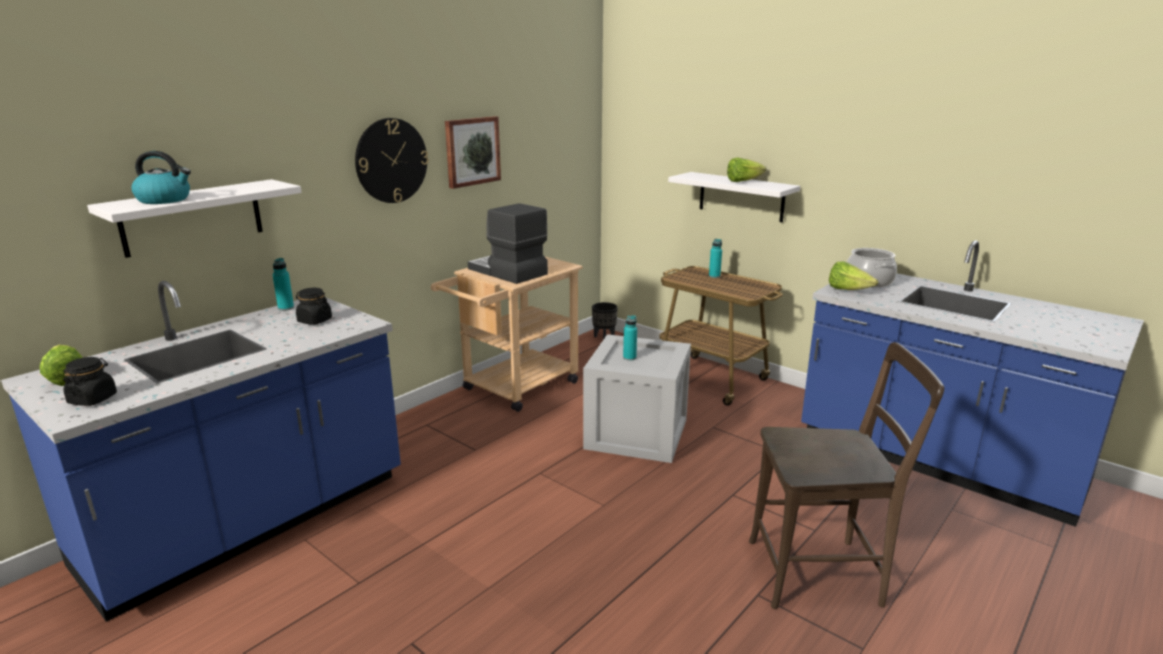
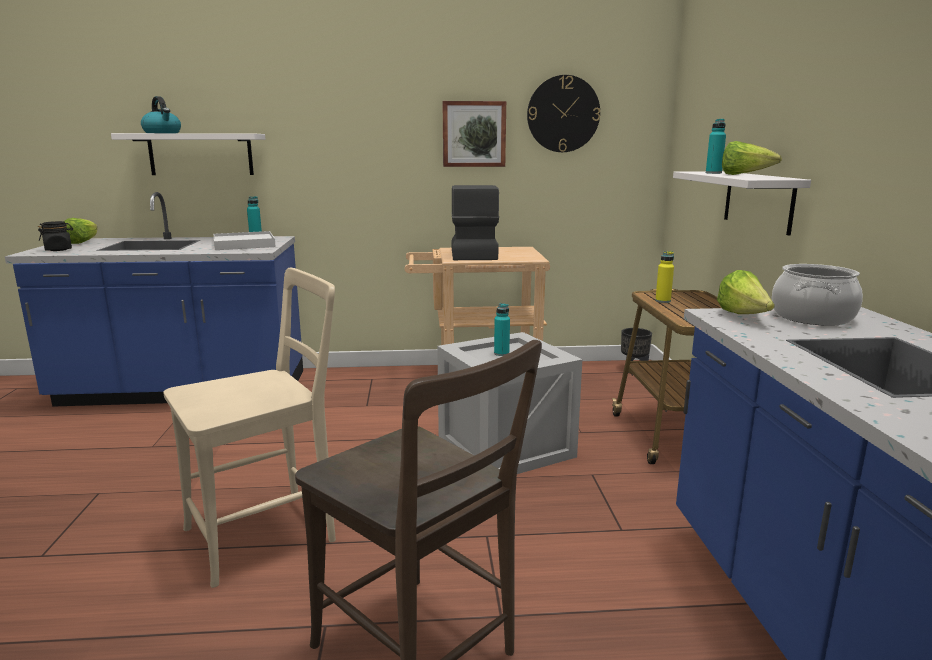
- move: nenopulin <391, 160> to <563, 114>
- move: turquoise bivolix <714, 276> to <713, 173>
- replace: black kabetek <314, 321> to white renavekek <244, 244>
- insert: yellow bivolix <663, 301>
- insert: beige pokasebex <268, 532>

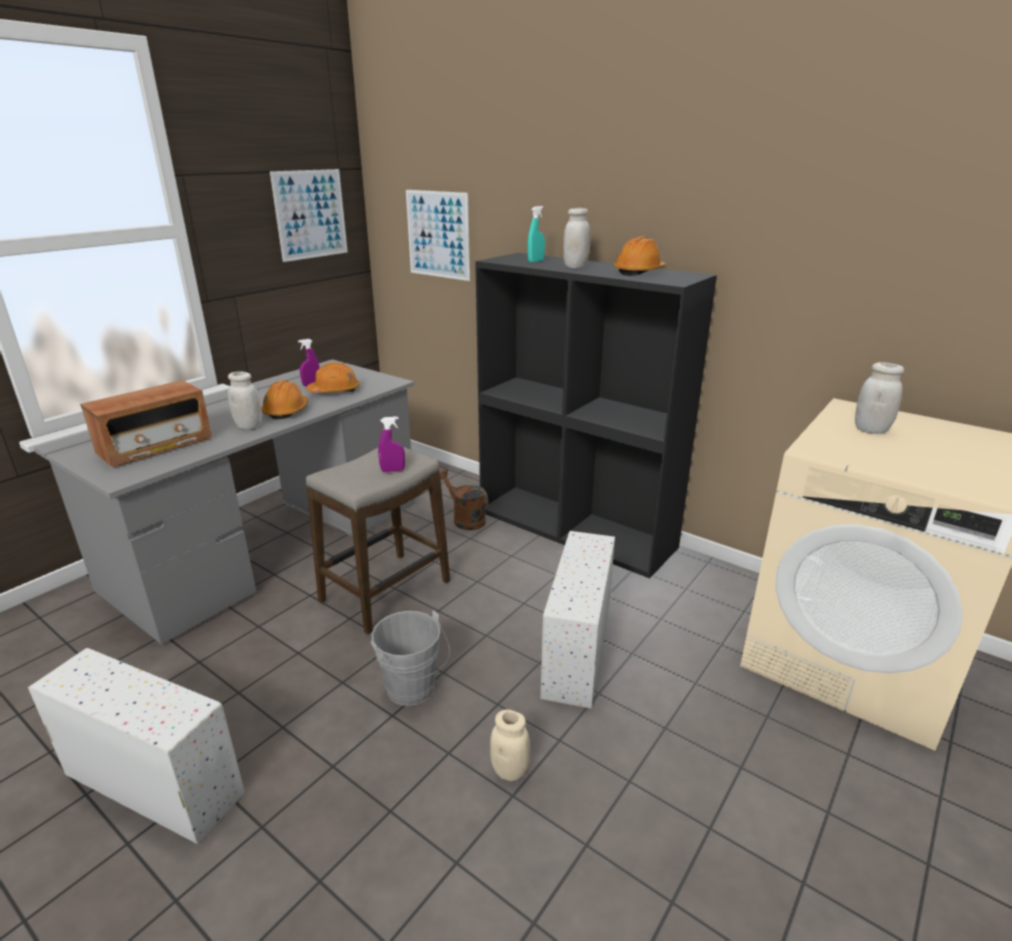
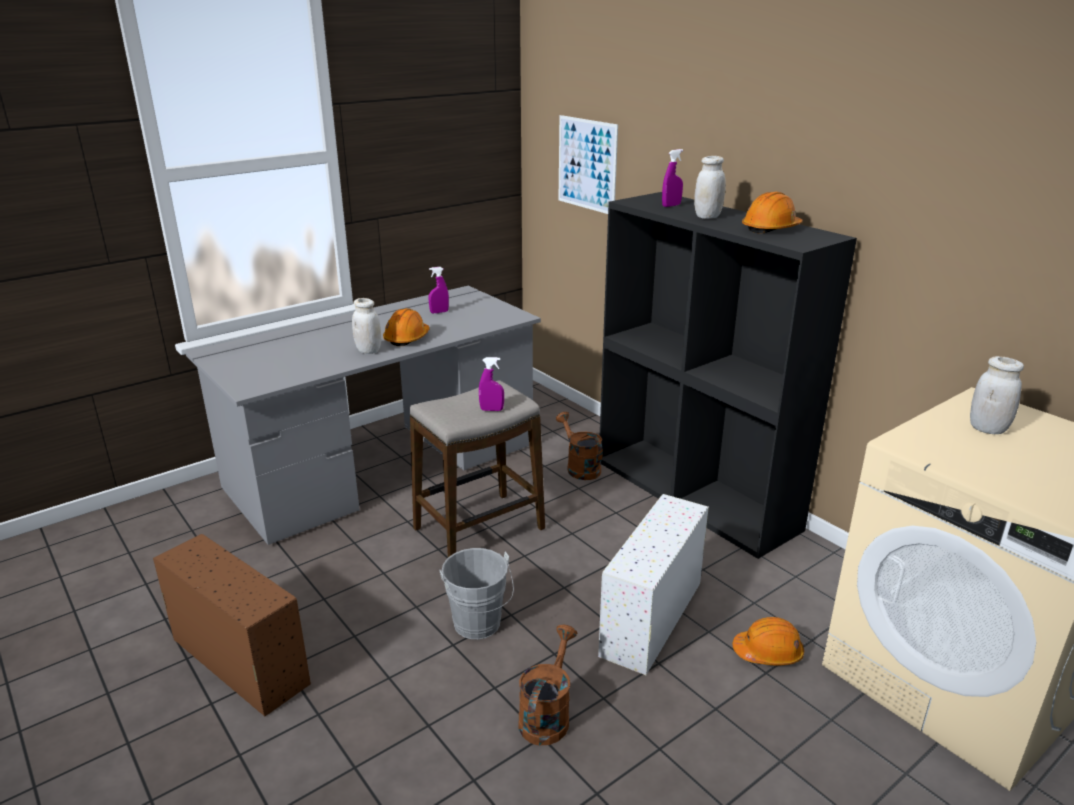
- delete: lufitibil <311, 214>
- recolor: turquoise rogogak <536, 261> to purple rogogak <671, 205>
- move: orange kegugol <335, 391> to <768, 652>
- delete: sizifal <156, 447>
- recolor: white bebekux <151, 782> to brown bebekux <238, 660>
- replace: beige kabetek <510, 770> to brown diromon <547, 715>

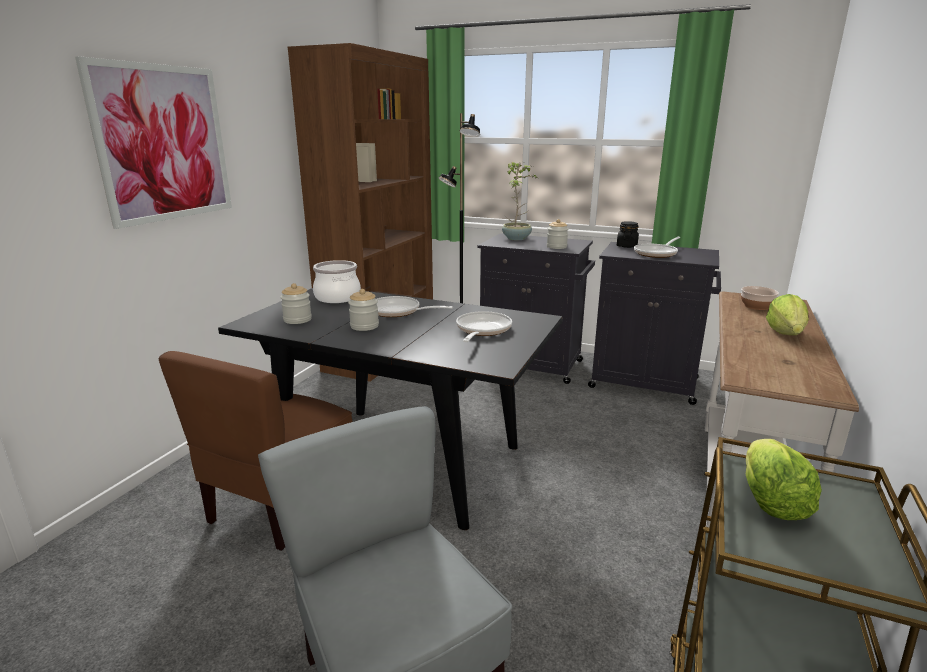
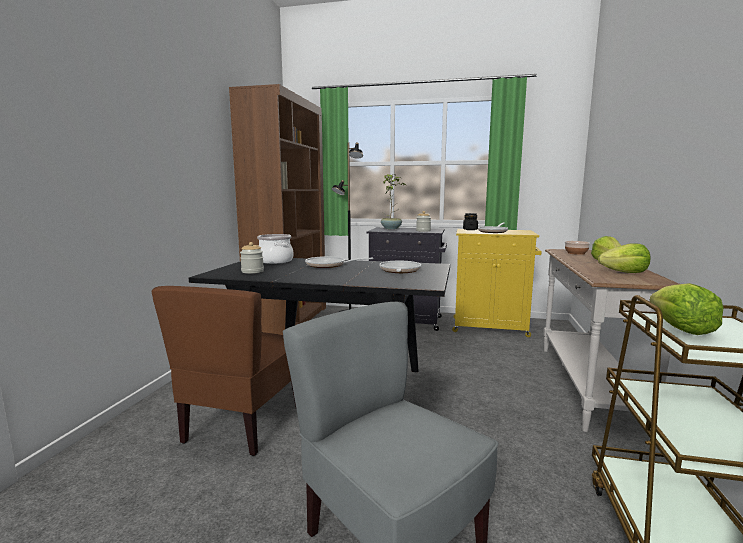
- delete: lufitibil <164, 143>
- recolor: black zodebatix <646, 383> to yellow zodebatix <491, 327>
- delete: kabetek <364, 326>
- insert: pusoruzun <625, 272>

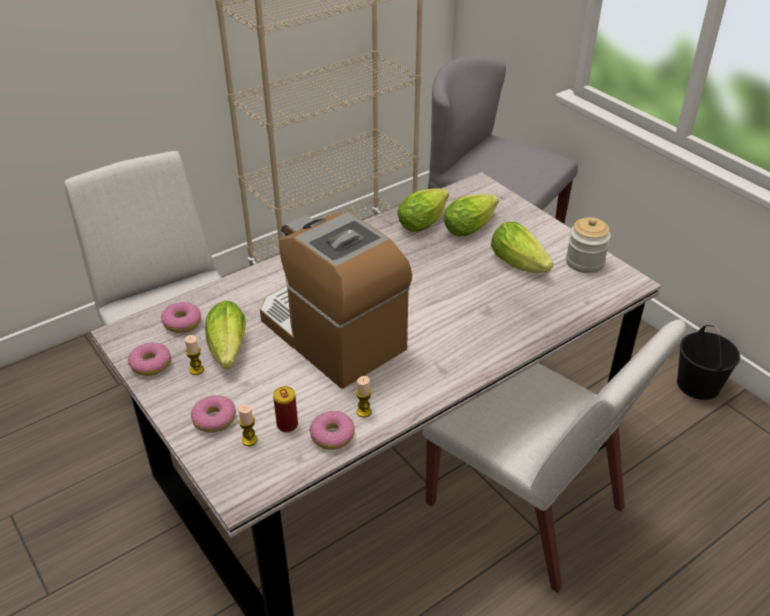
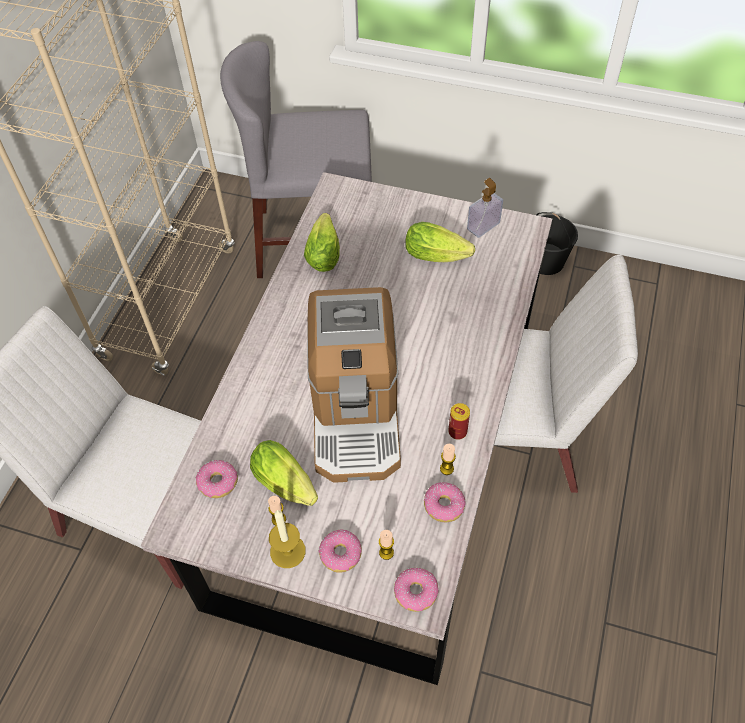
- delete: pusoruzun <472, 225>
- rotate: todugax <331, 334> = <355, 414> 105 degrees counterclockwise
- replace: kabetek <584, 262> to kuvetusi <483, 226>
- move: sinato <150, 365> to <415, 592>
- move: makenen <287, 425> to <457, 432>
- insert: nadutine <287, 551>

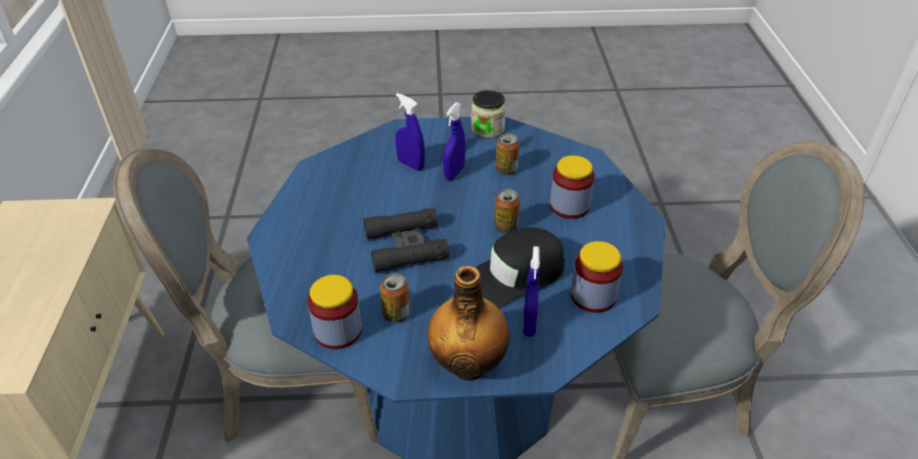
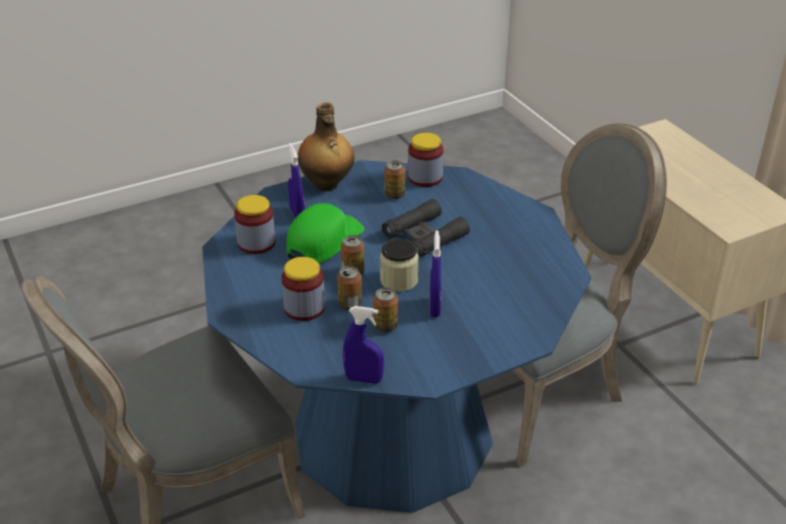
- move: kabetek <487, 128> to <399, 280>
- move: blue rogogak <411, 165> to <363, 379>
- recolor: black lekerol <515, 275> to green lekerol <323, 240>
- insert: makenen <350, 304>

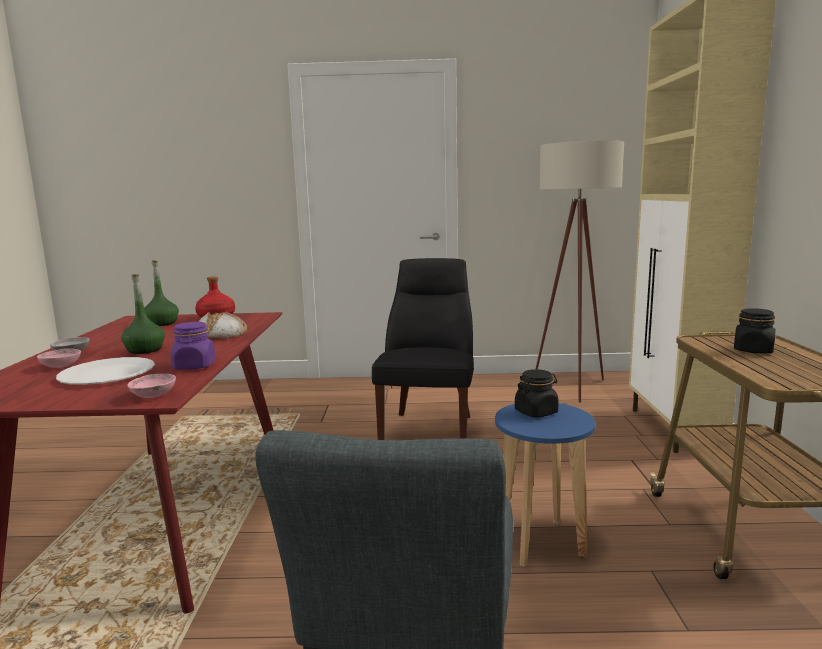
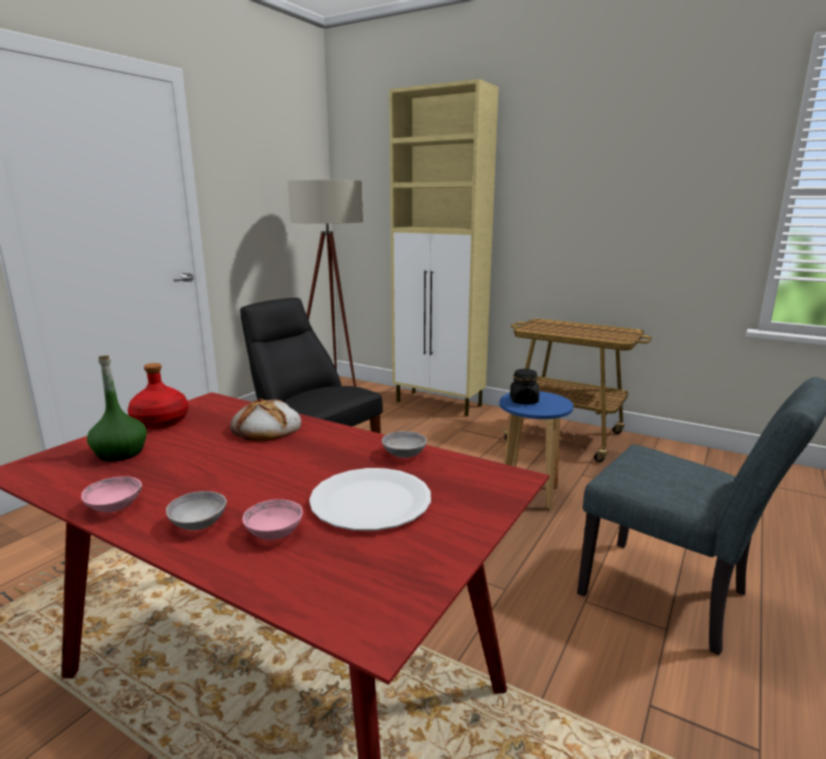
- delete: green bivolix <145, 350>
- delete: black kabetek <753, 350>
- replace: purple kabetek <194, 366> to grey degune <404, 454>
- move: pink degune <154, 395> to <114, 507>

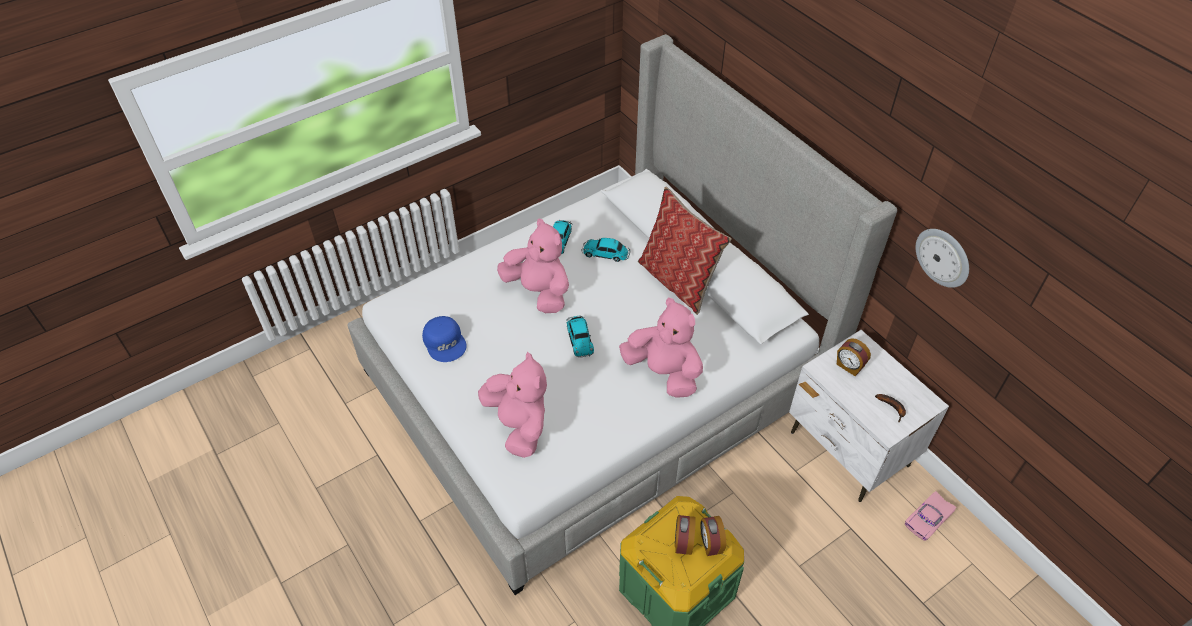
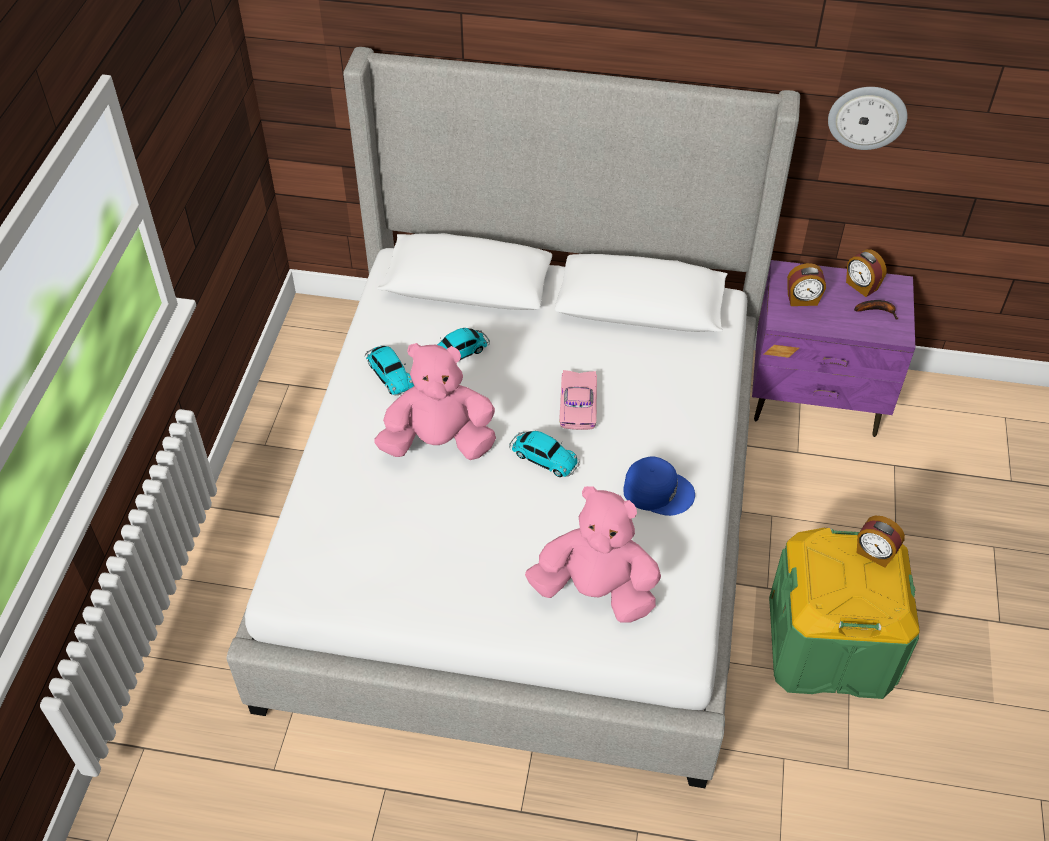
- delete: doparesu <678, 281>
- delete: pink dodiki <663, 372>
- move: blue lekerol <445, 342> to <658, 490>
- recolor: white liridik <849, 450> to purple liridik <816, 398>
- move: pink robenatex <929, 520> to <580, 405>
- move: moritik <683, 542> to <861, 286>

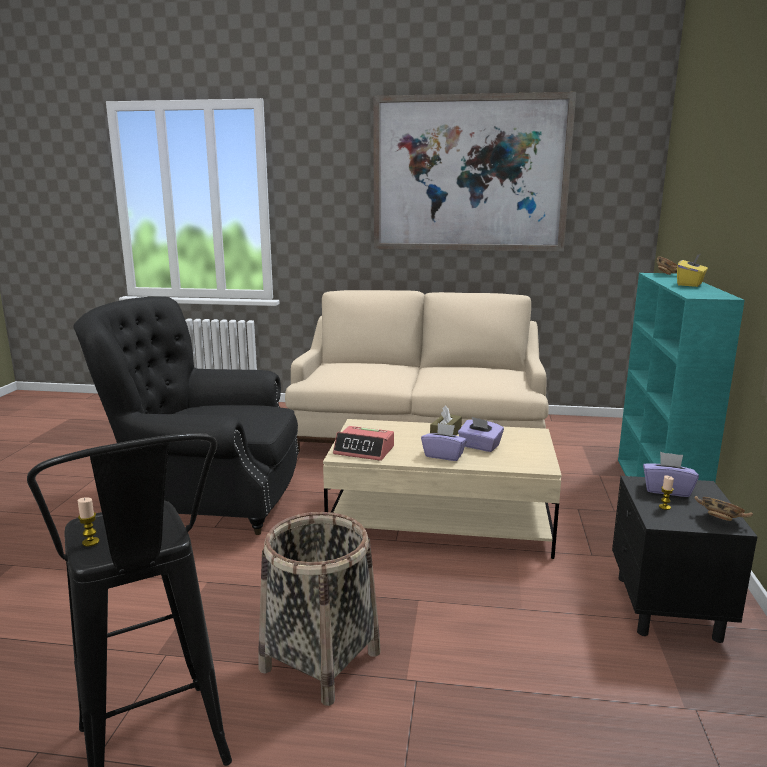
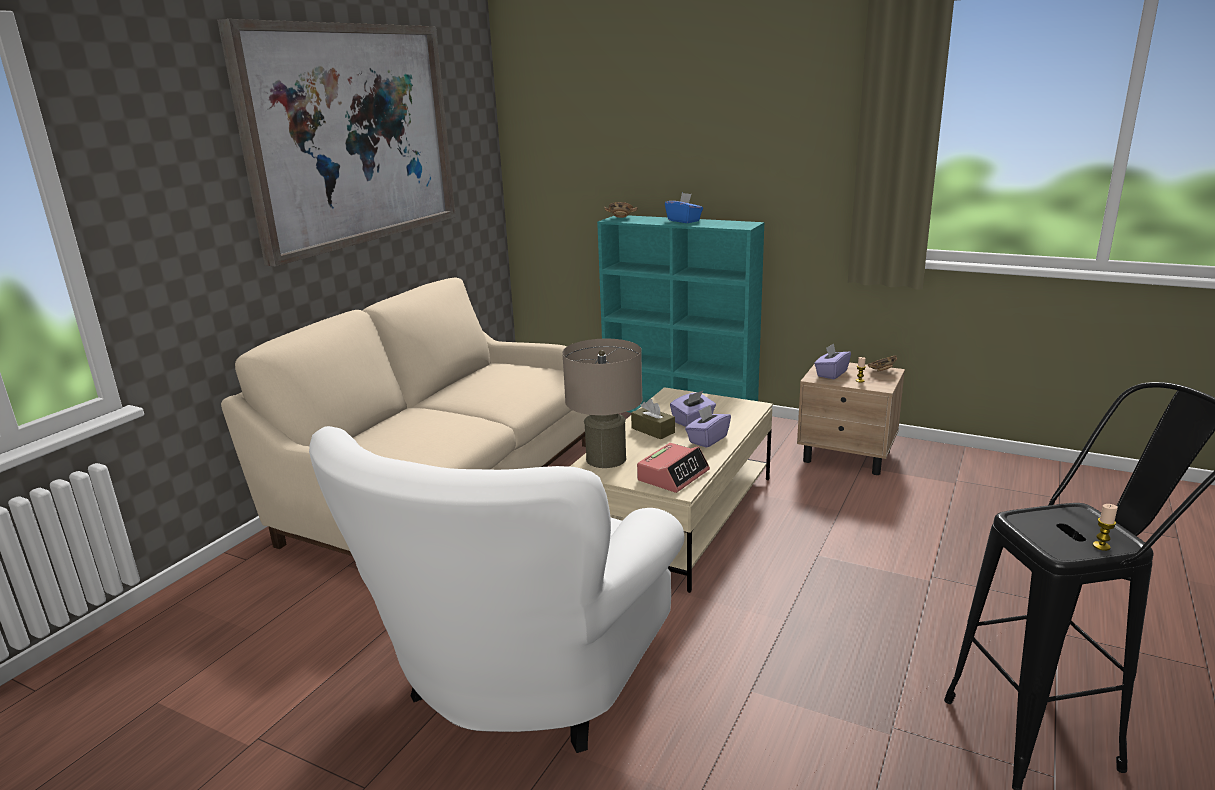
- recolor: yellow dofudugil <690, 284> to blue dofudugil <684, 221>
- recolor: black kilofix <206, 500> to white kilofix <521, 685>
- recolor: black liridik <667, 608> to beige liridik <847, 457>
- delete: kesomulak <320, 661>
- insert: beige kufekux <606, 458>

